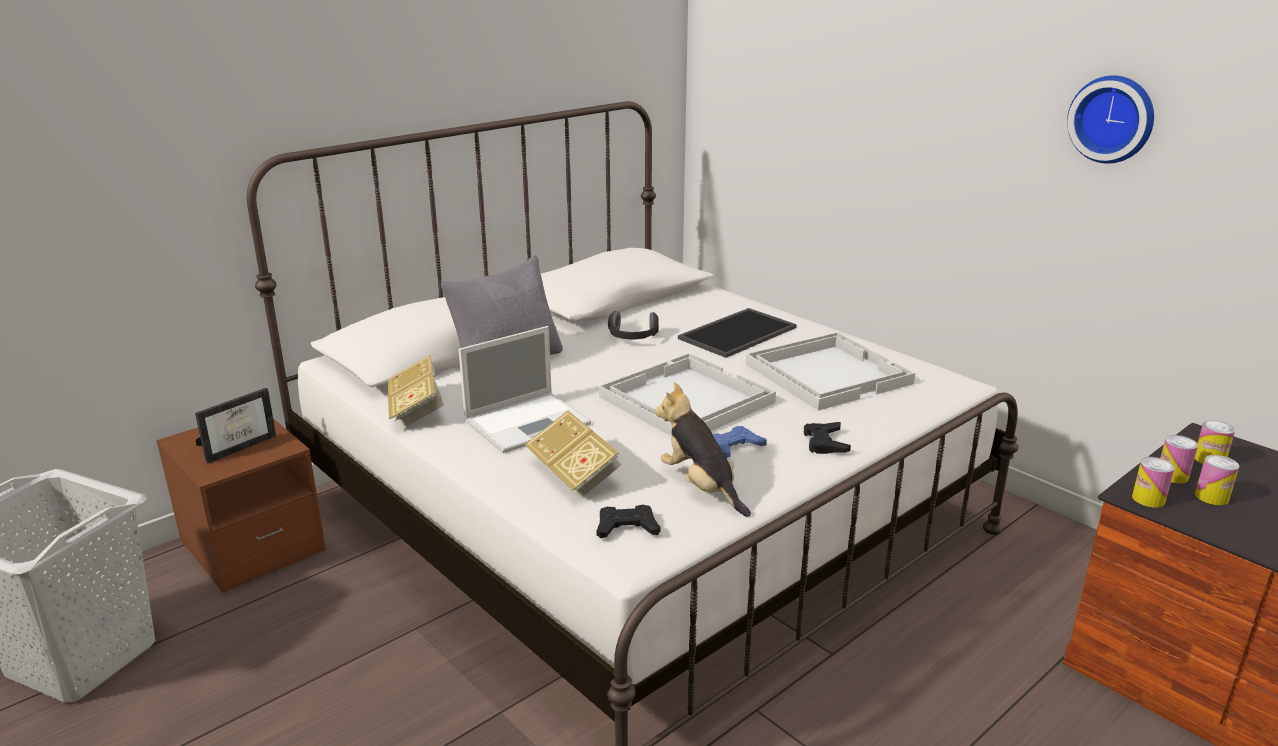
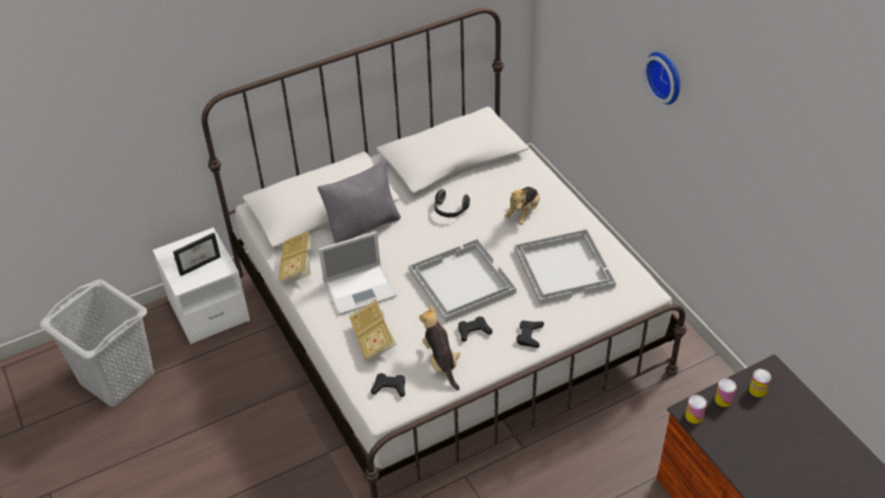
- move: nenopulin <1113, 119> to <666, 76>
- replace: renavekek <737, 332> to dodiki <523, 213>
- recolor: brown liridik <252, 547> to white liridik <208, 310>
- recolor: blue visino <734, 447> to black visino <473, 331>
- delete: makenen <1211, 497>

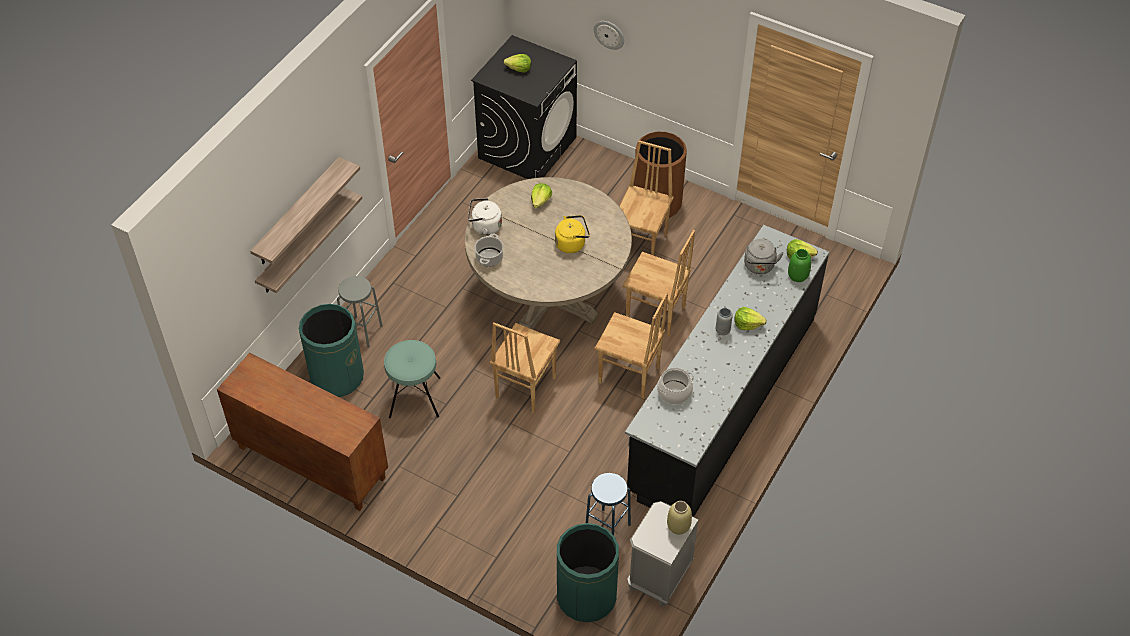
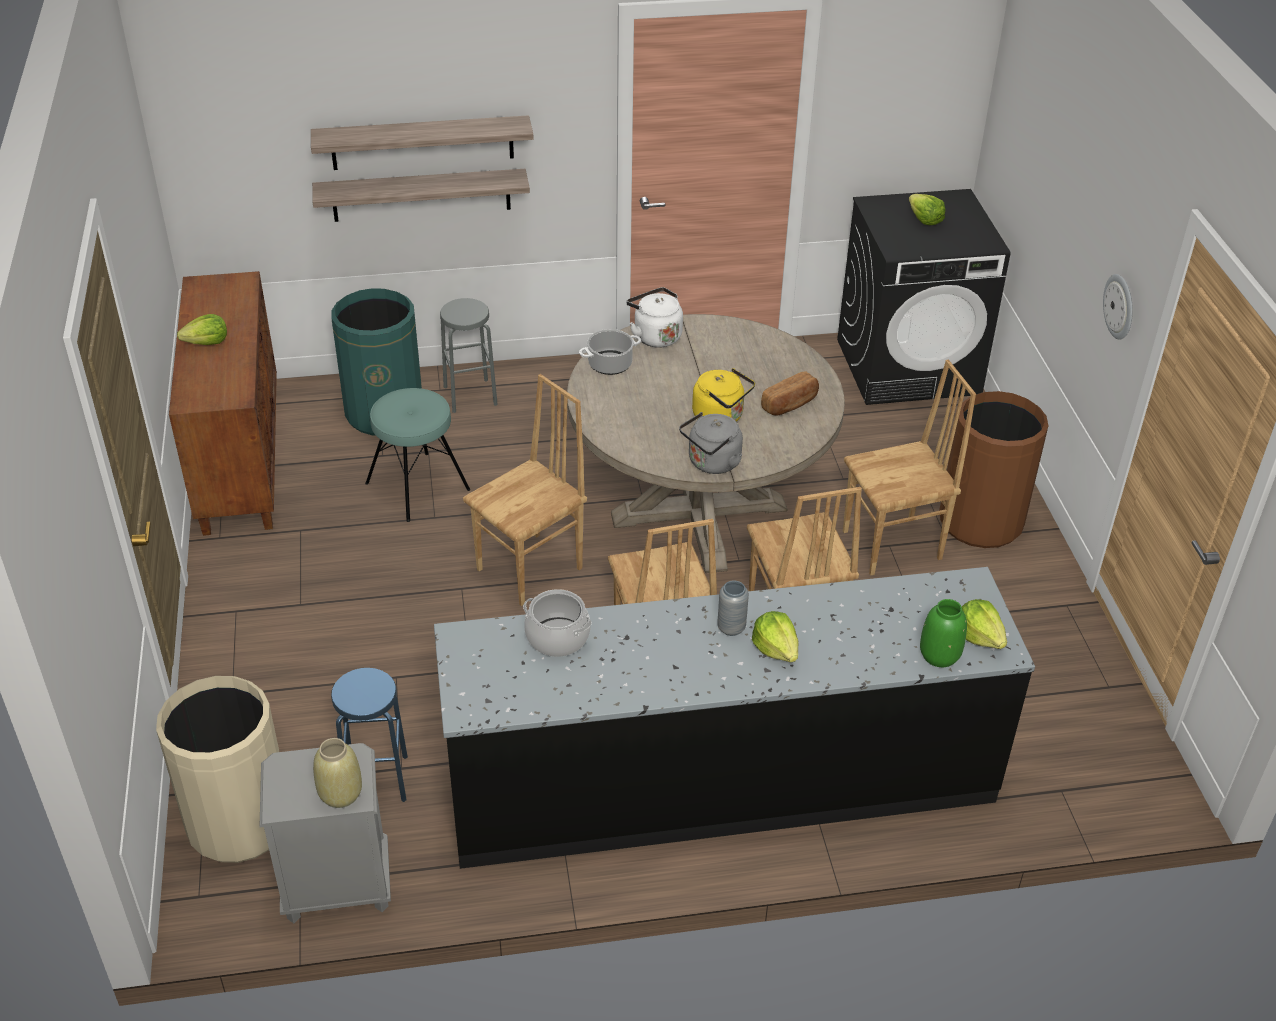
- move: nenopulin <609, 34> to <1120, 306>
- move: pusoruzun <540, 201> to <207, 342>
- move: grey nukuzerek <759, 267> to <711, 463>
- rotate: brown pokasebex <524, 387> = <531, 569> 150 degrees clockwise
- recolor: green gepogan <586, 597> to beige gepogan <239, 823>
- insert: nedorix <790, 404>

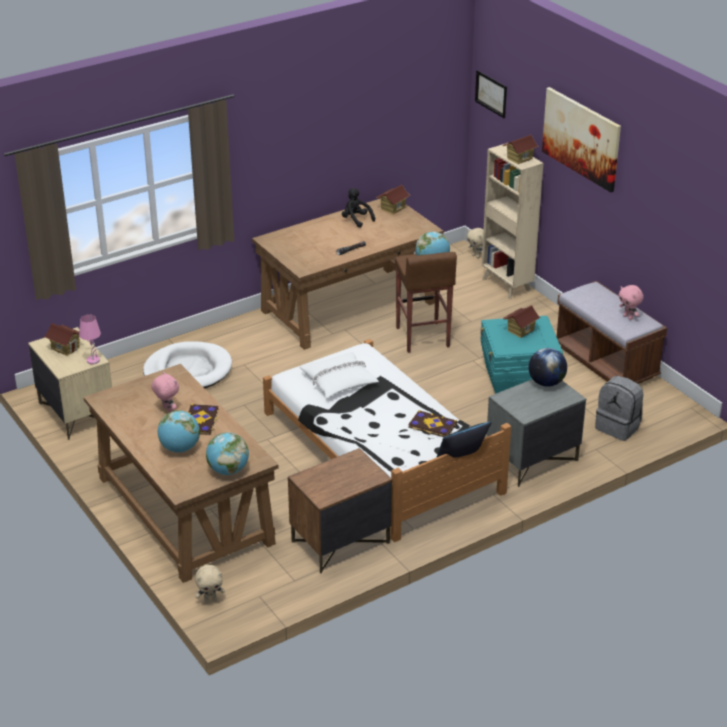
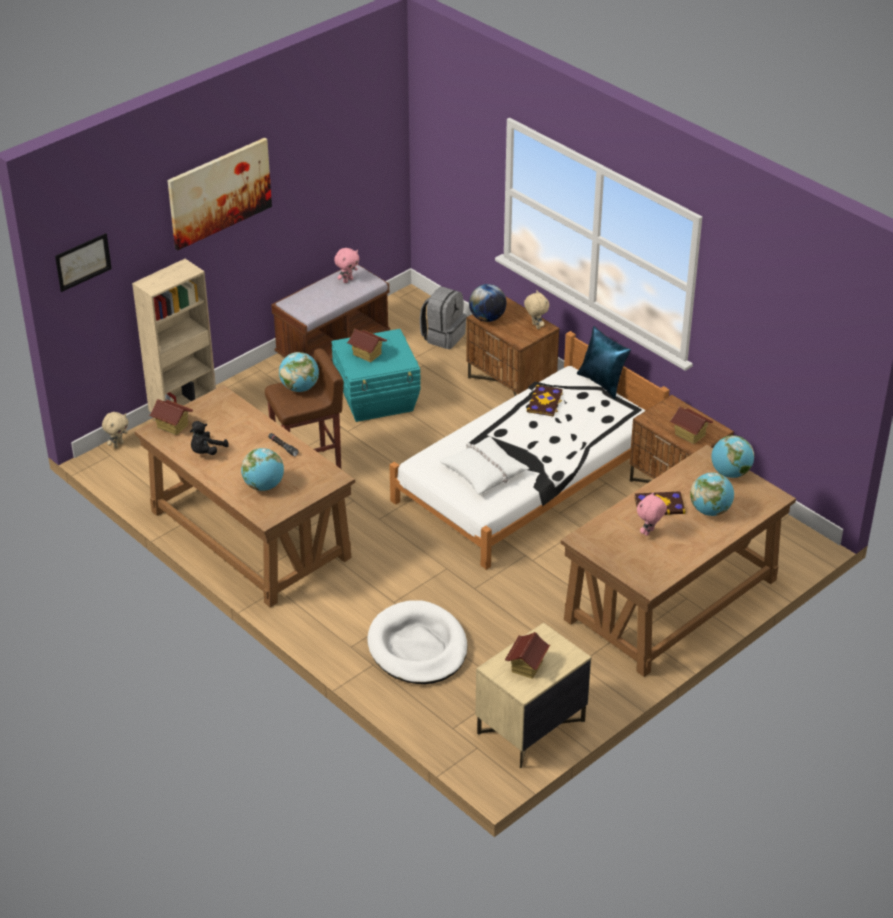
- move: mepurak <519, 158> to <689, 435>
- delete: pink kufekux <93, 360>
- recolor: grey liridik <531, 460> to brown liridik <511, 384>
- move: beige dodiki <210, 600> to <535, 326>
- insert: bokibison <264, 486>

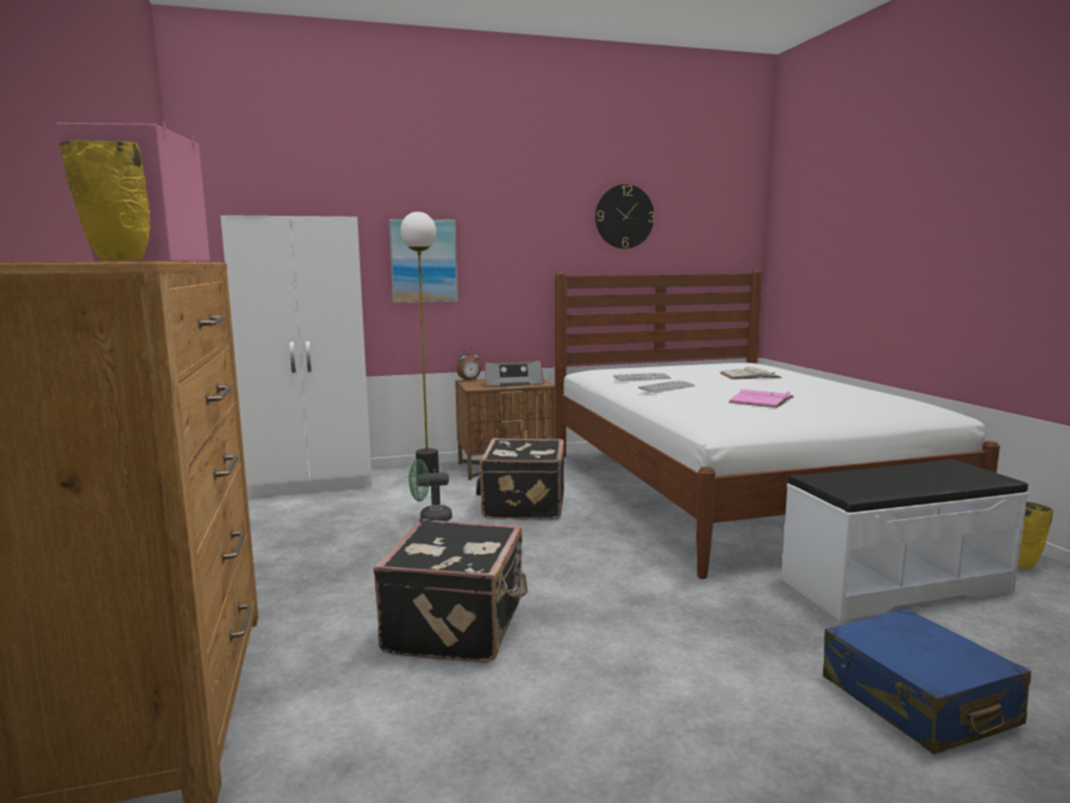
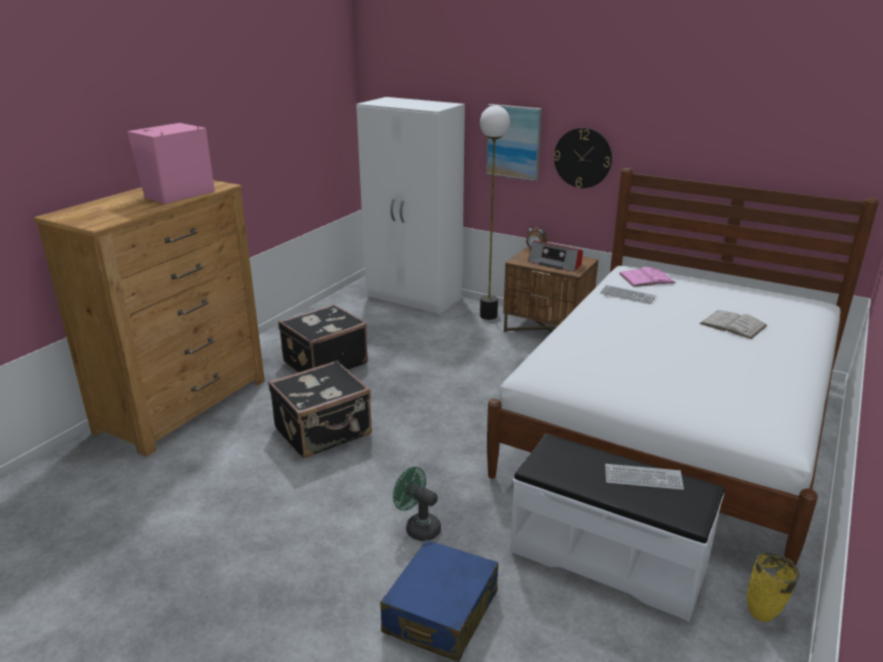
- delete: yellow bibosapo <115, 260>
- move: nenopulin <624, 216> to <582, 158>
- move: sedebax <666, 387> to <643, 478>
- move: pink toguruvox <761, 400> to <647, 278>
- move: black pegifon <522, 506> to <324, 363>
- move: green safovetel <430, 518> to <418, 527>

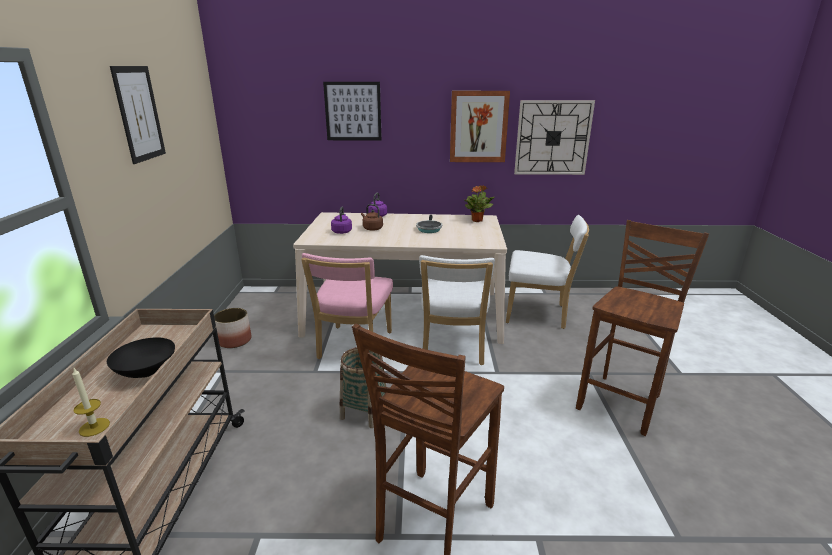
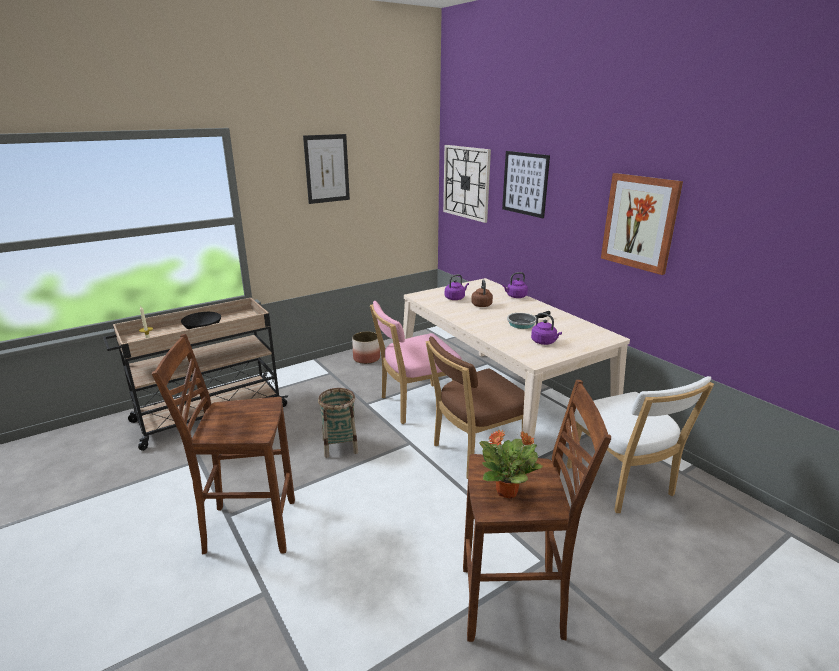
- move: nenopulin <552, 138> to <466, 182>
- move: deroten <477, 220> to <508, 491>
- recolor: white pokasebex <453, 349> to brown pokasebex <475, 453>
- insert: purple nukuzerek <544, 342>

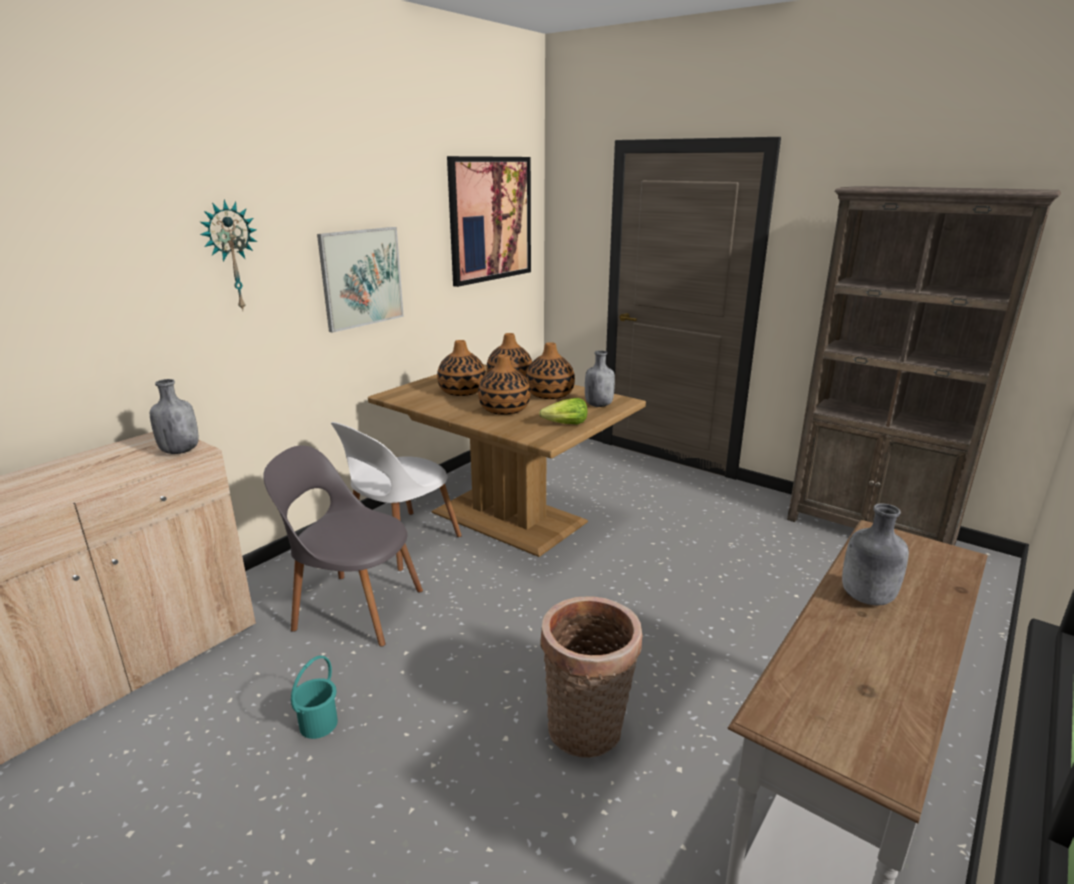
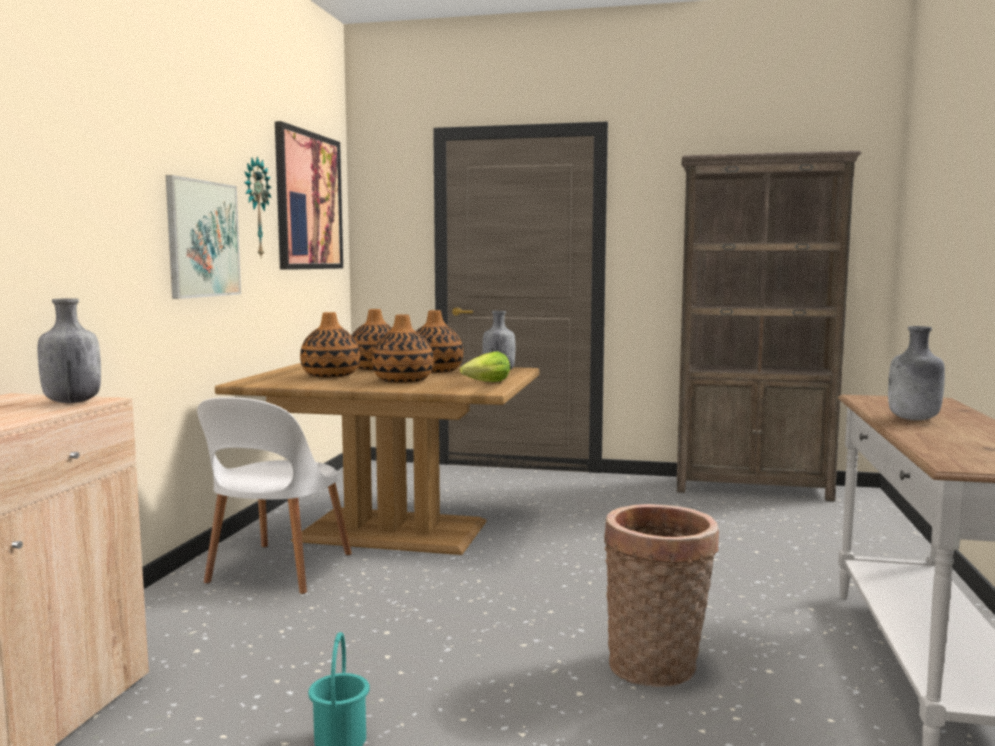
- move: nenopulin <231, 256> to <255, 207>
- delete: grey pokasebex <354, 608>

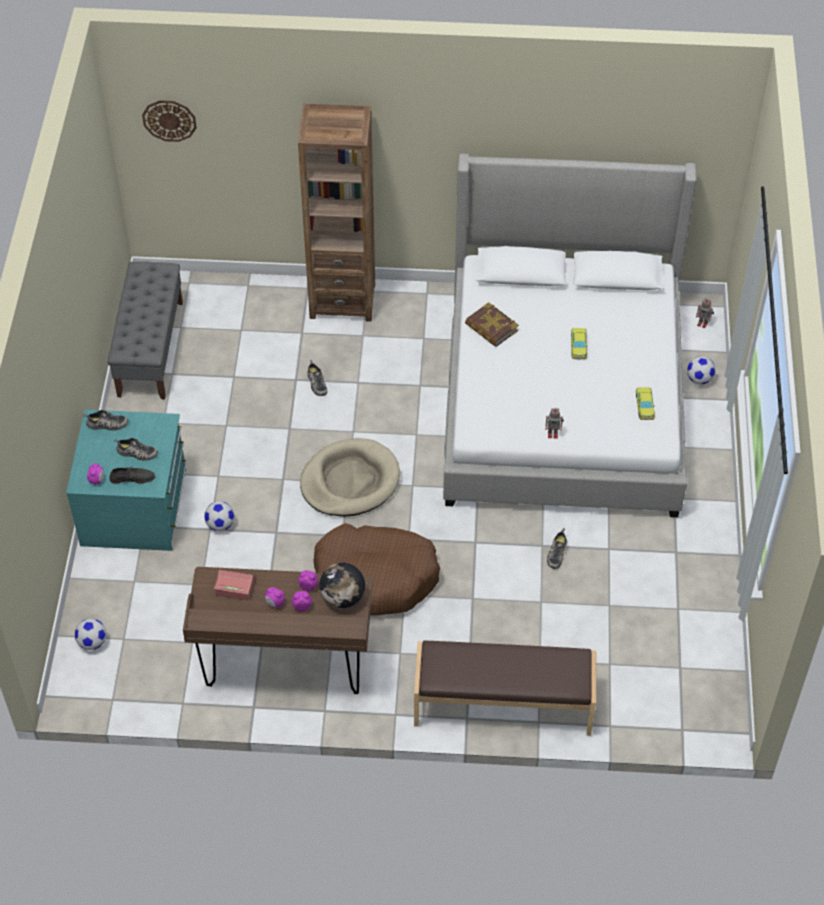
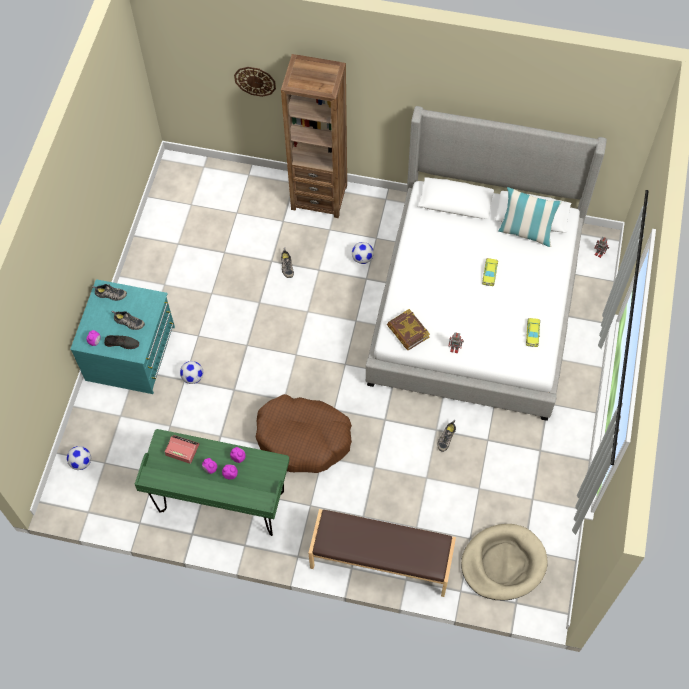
- move: nenopulin <169, 120> to <255, 81>
- delete: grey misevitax <150, 348>
- move: toguruvox <491, 328> to <407, 331>
- move: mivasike <699, 379> to <362, 258>
- move: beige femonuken <350, 481> to <503, 563>
- delete: bokibison <342, 597>
- recolor: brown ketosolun <285, 666> to green ketosolun <221, 503>
- insert: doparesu <525, 232>

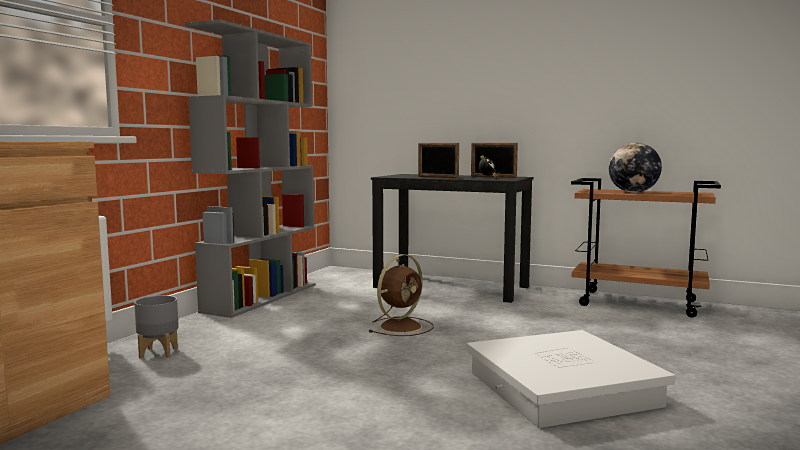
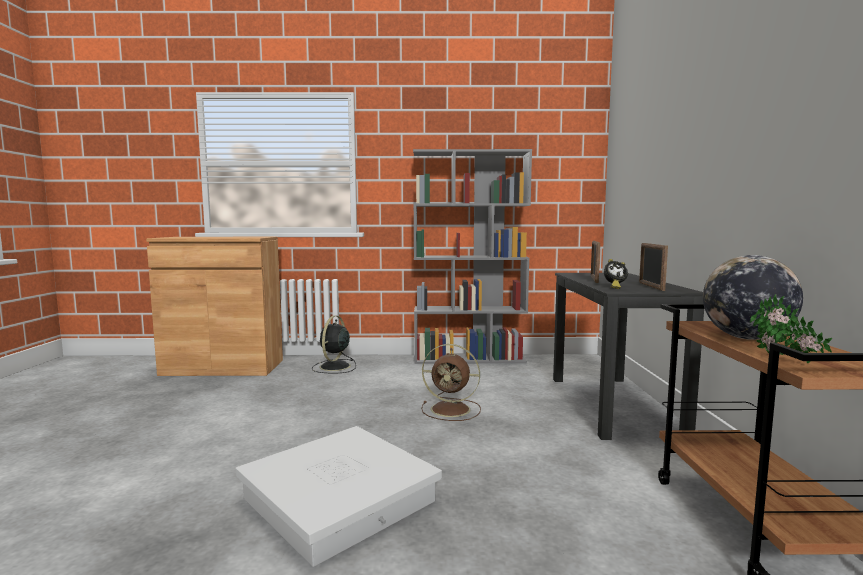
- replace: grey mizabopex <159, 353> to black safovetel <334, 367>
- insert: deroten <784, 361>

